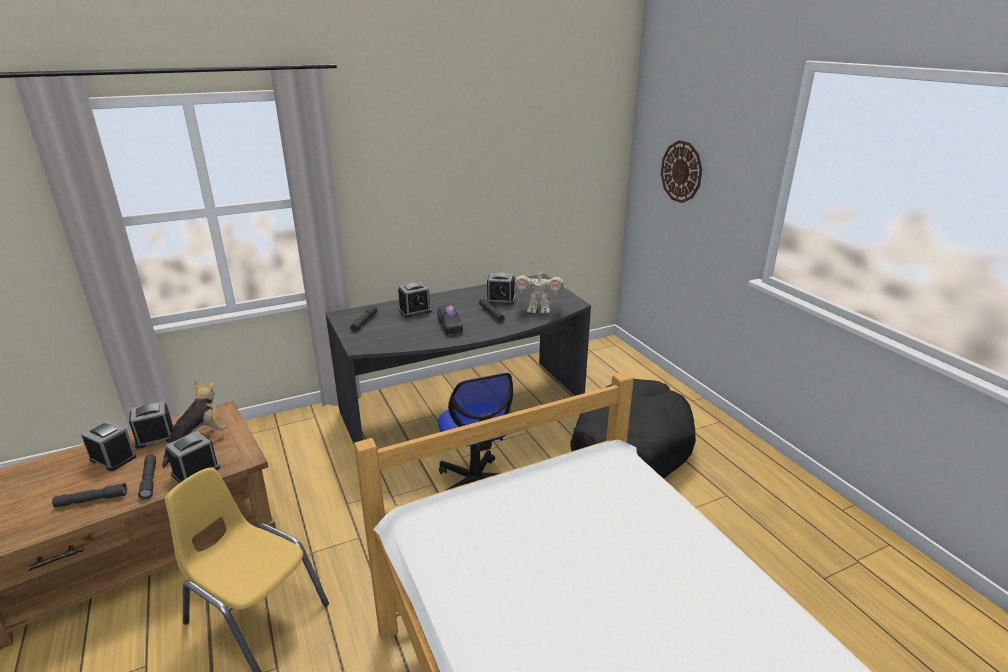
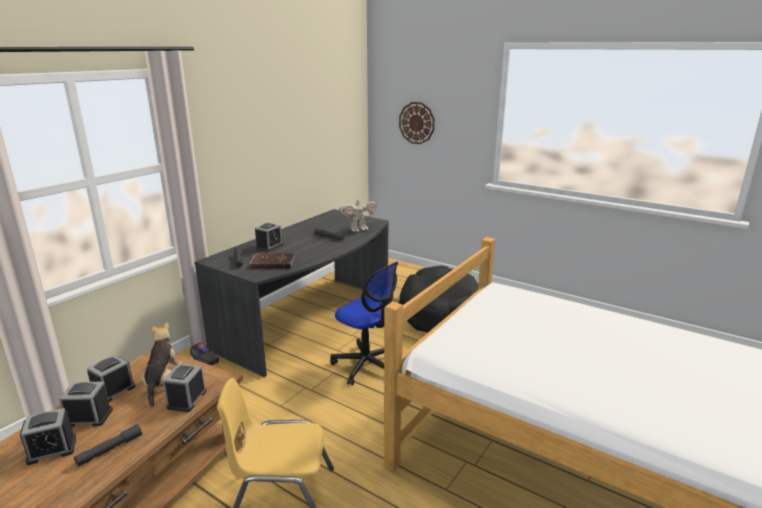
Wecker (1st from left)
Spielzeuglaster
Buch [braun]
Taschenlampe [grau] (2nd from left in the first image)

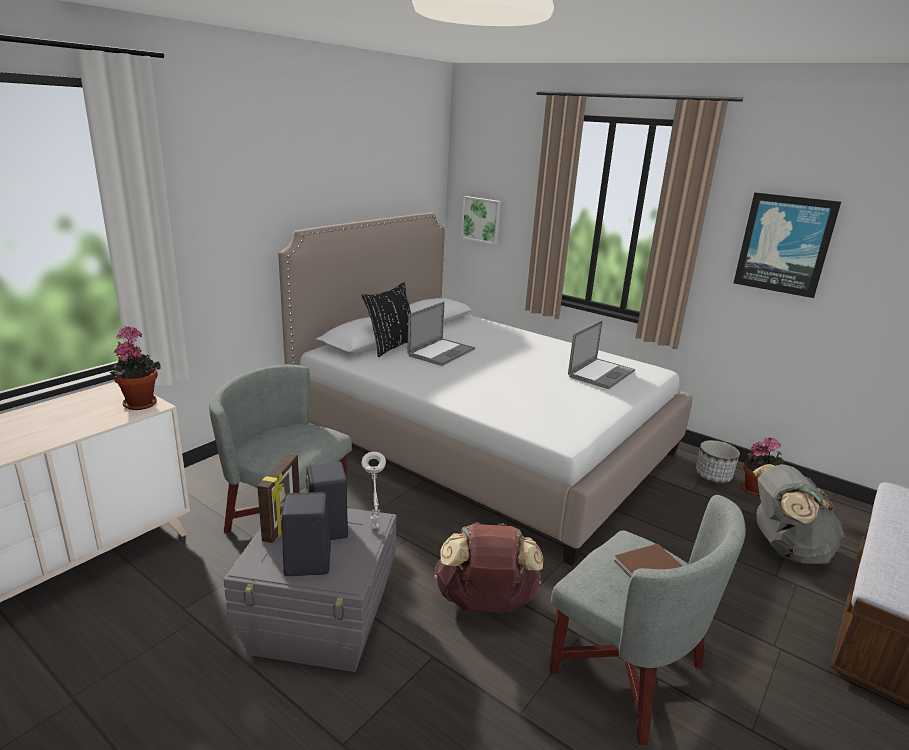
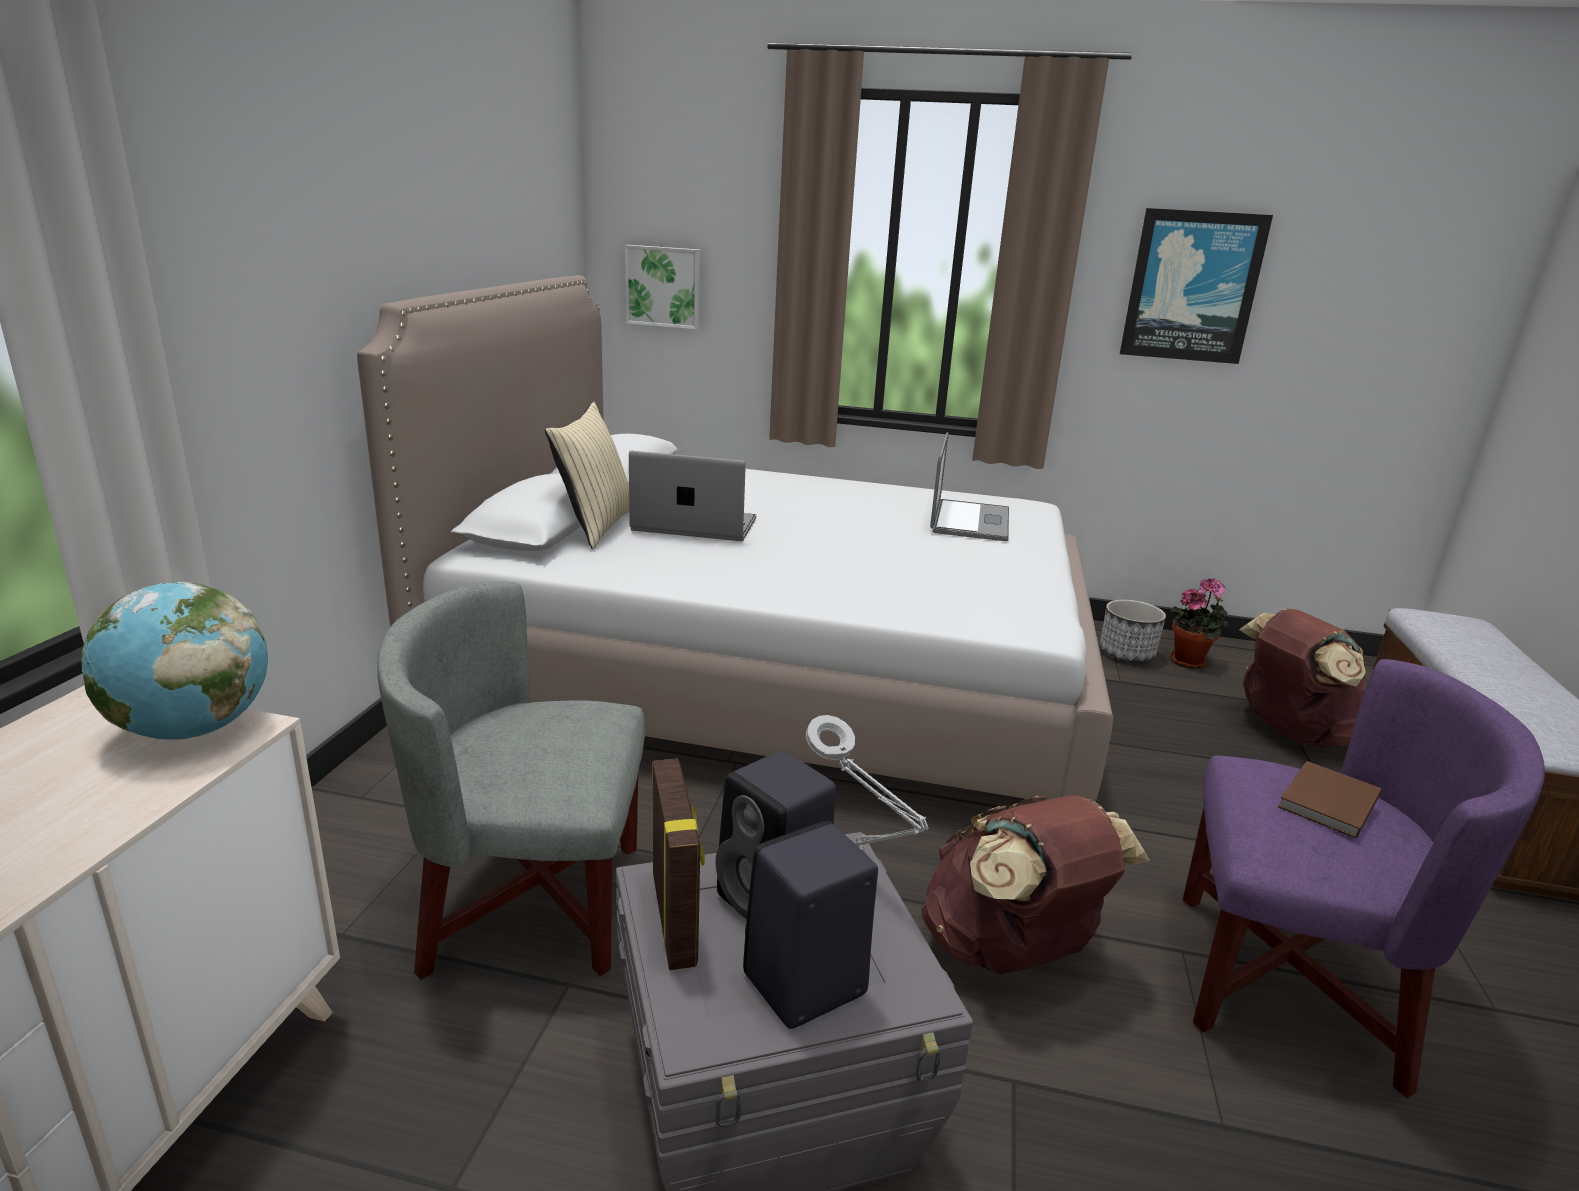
Globus
Kissen [beige]
Laptop (1st from left)
Sessel [lila]
Rucksack [braun] (2nd from left)

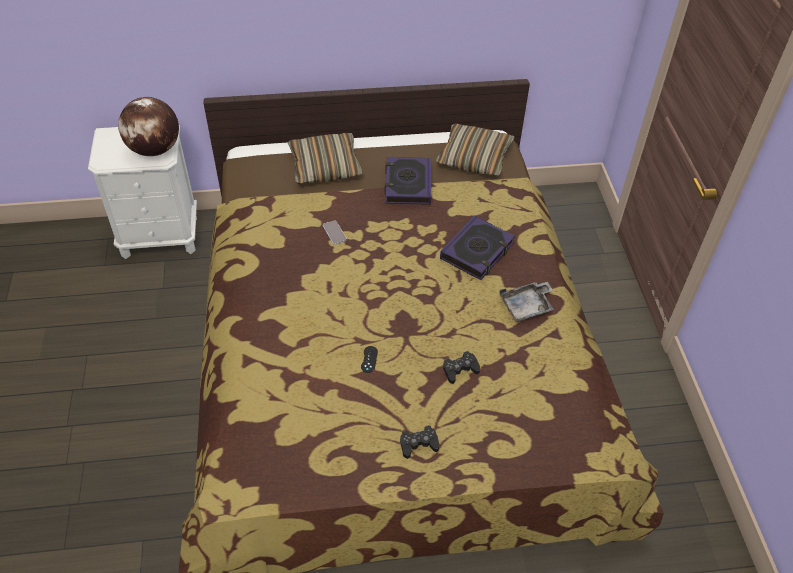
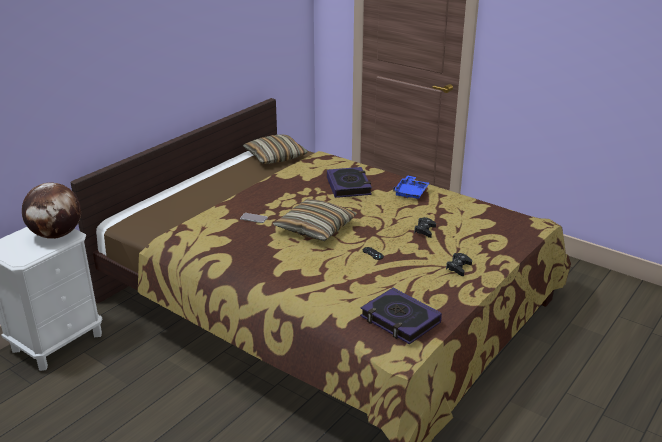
Kissen (2nd from left)
Buch (2nd from left)
Tablett [blau]

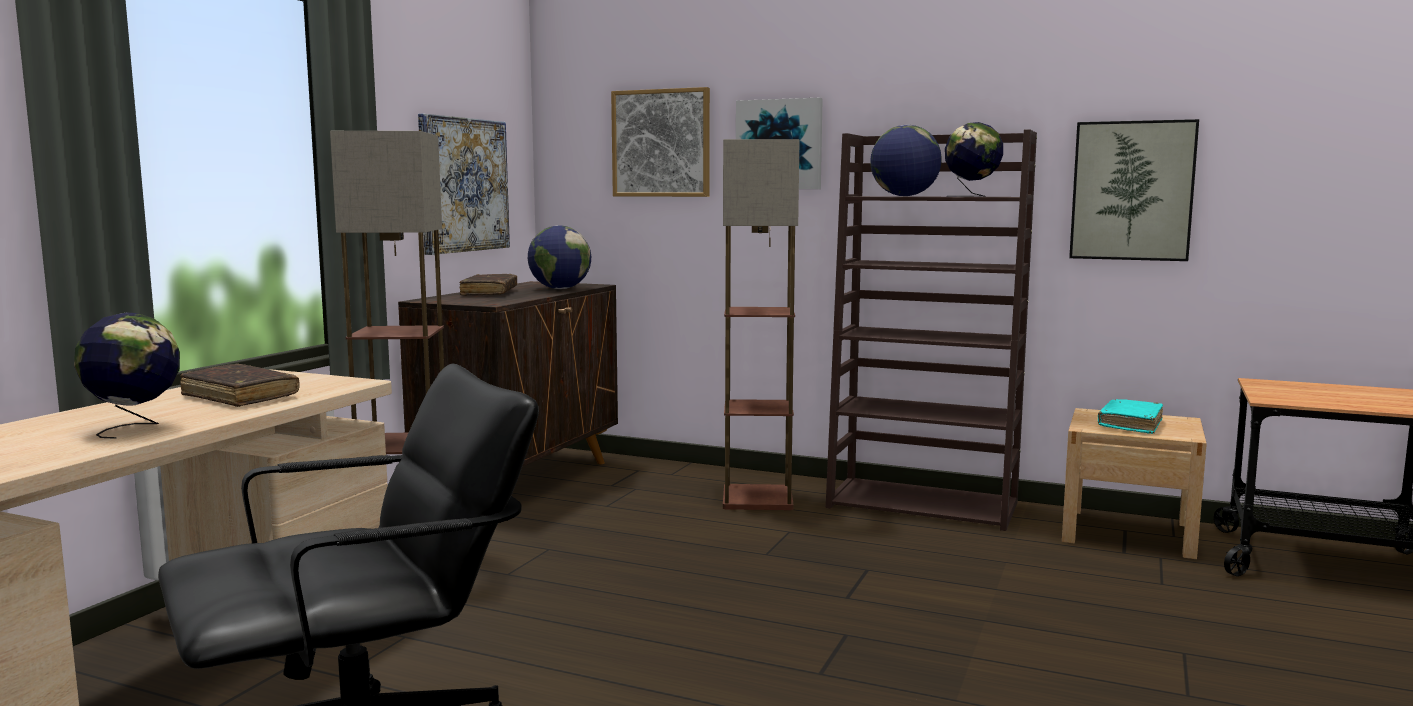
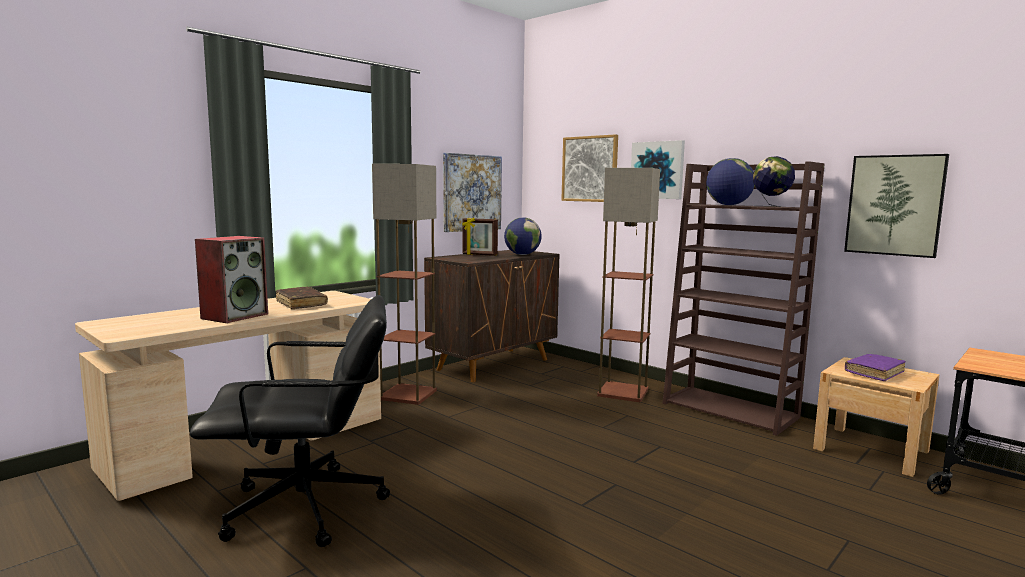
Lautsprecher
Bilderrahmen
Buch [lila]

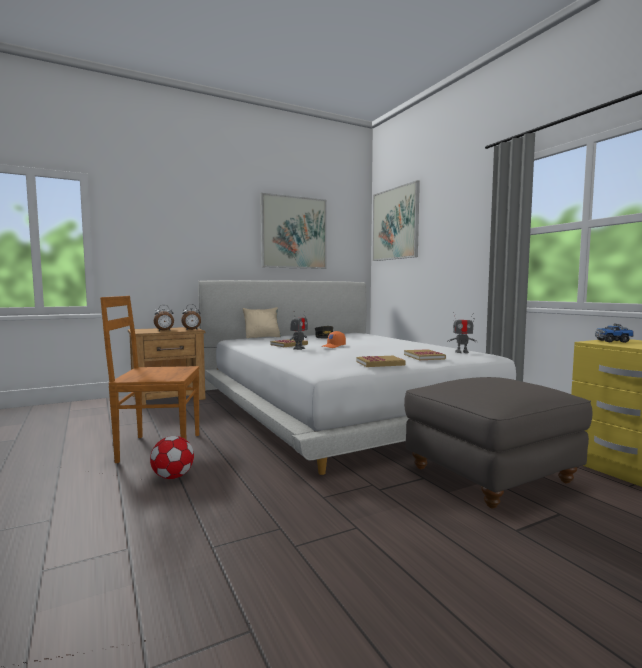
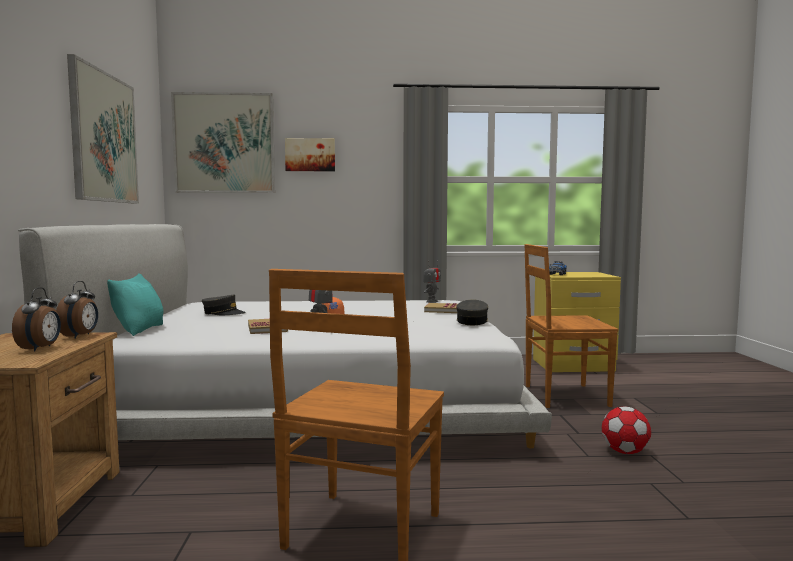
Kissen [türkis]
Bild (3rd from left)
Kappe [grau] (2nd from left)
Stuhl [braun] (2nd from left)
Fußball

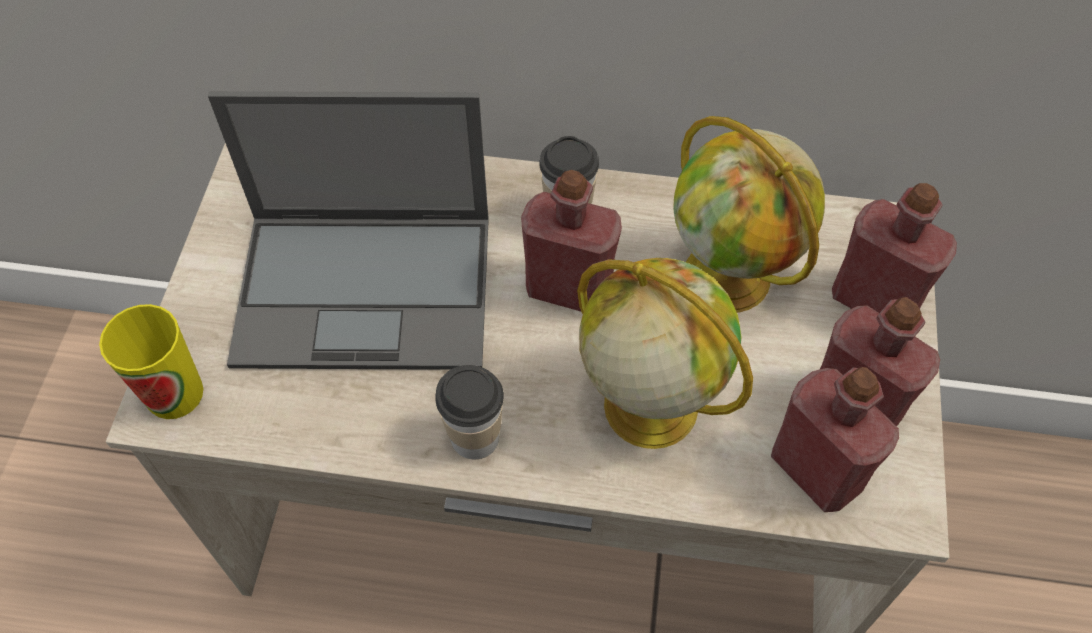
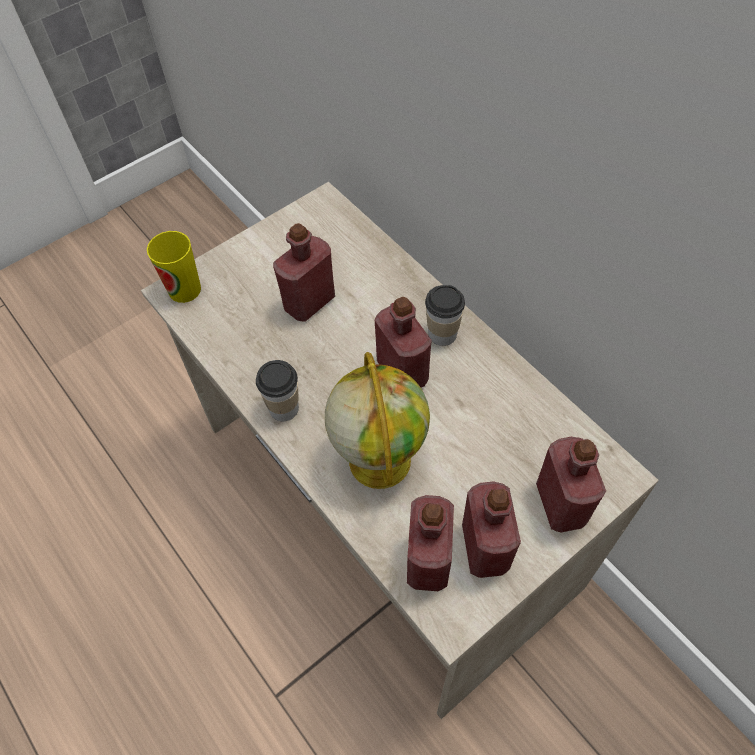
Flasche [rot] (1st from left)
Globus (2nd from left in the first image)

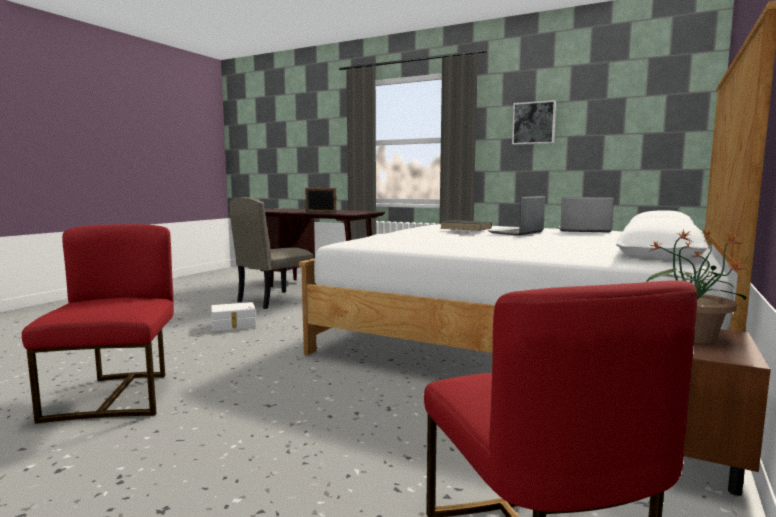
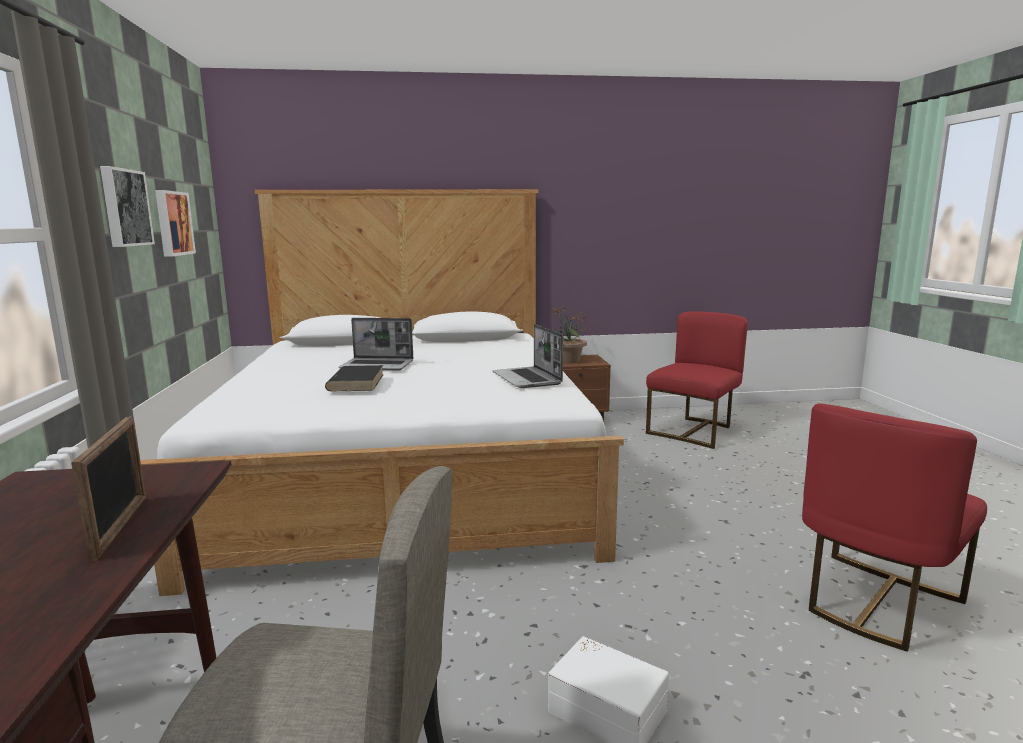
Bild (2nd from left)
Laptop (2nd from left)

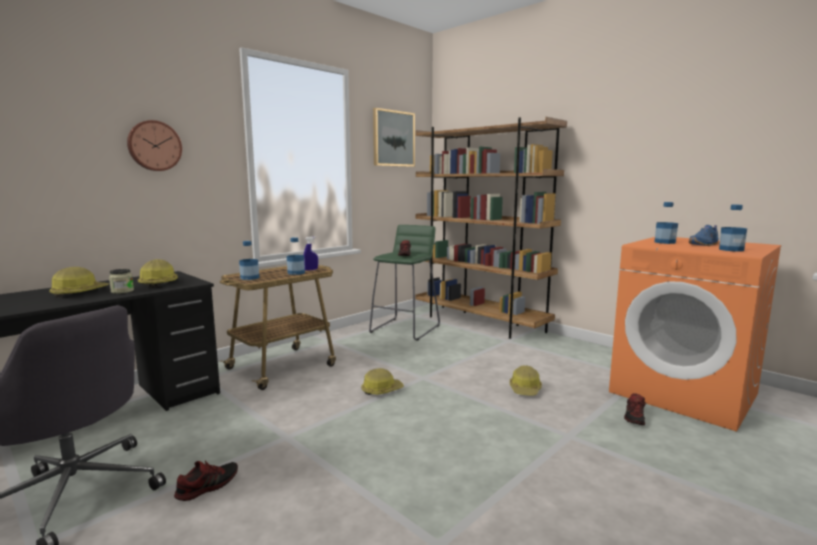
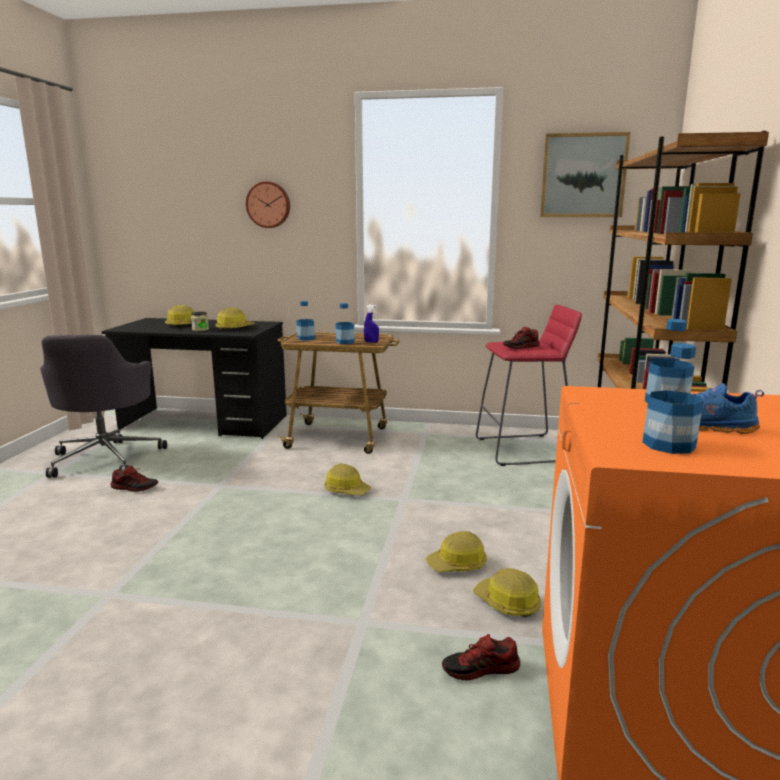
Schutzhelm (5th from left)
Hocker [rot]

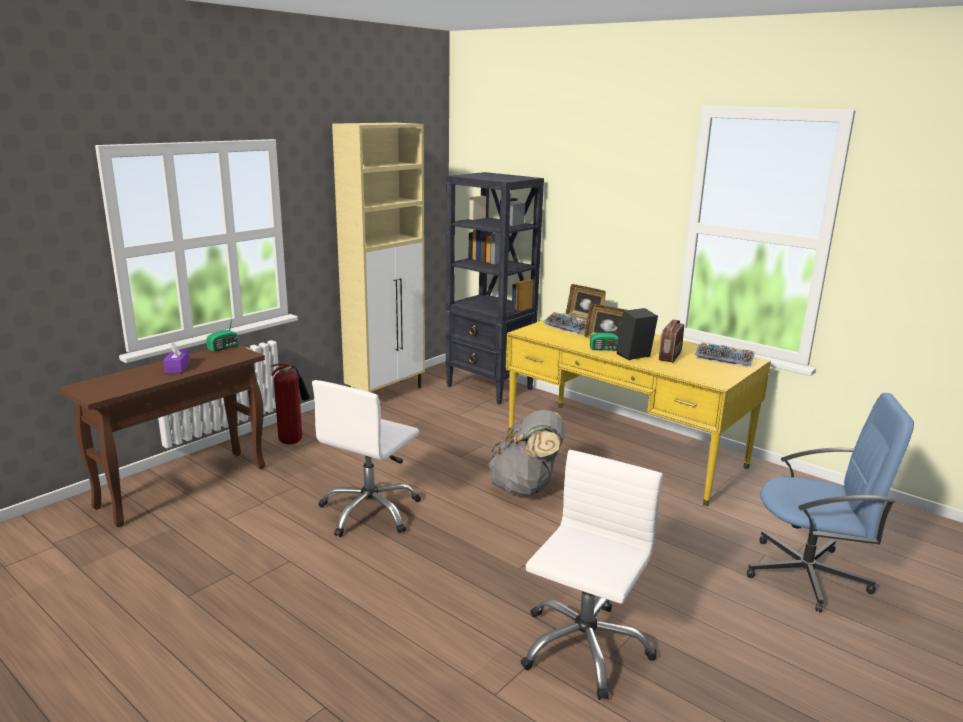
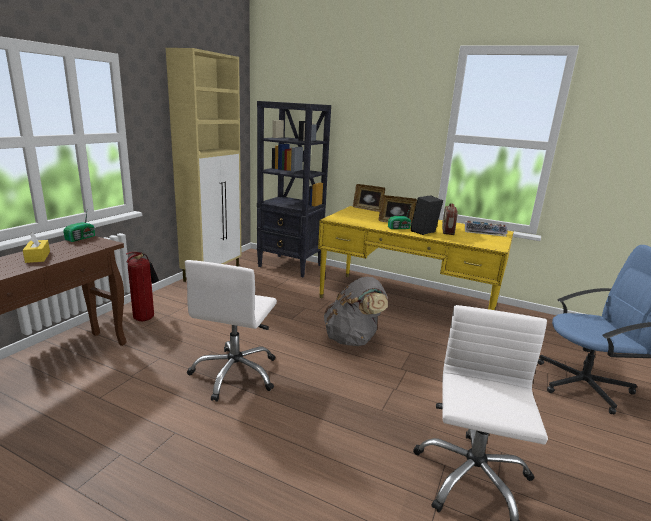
Taschentuchbox [gelb]
Tastatur (1st from left in the first image)

